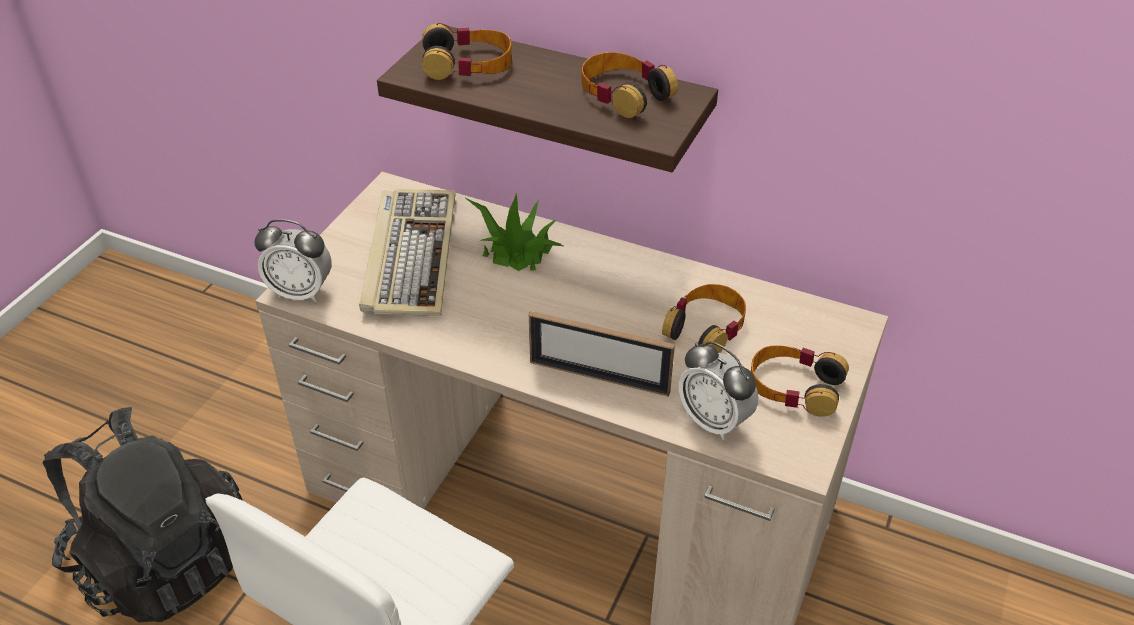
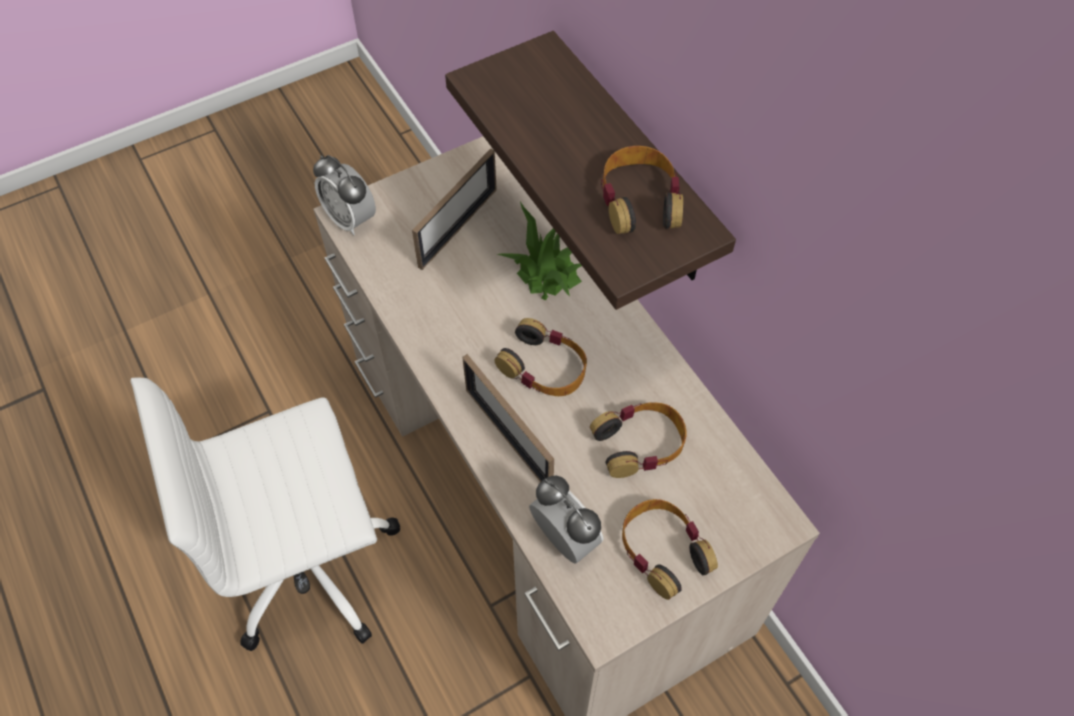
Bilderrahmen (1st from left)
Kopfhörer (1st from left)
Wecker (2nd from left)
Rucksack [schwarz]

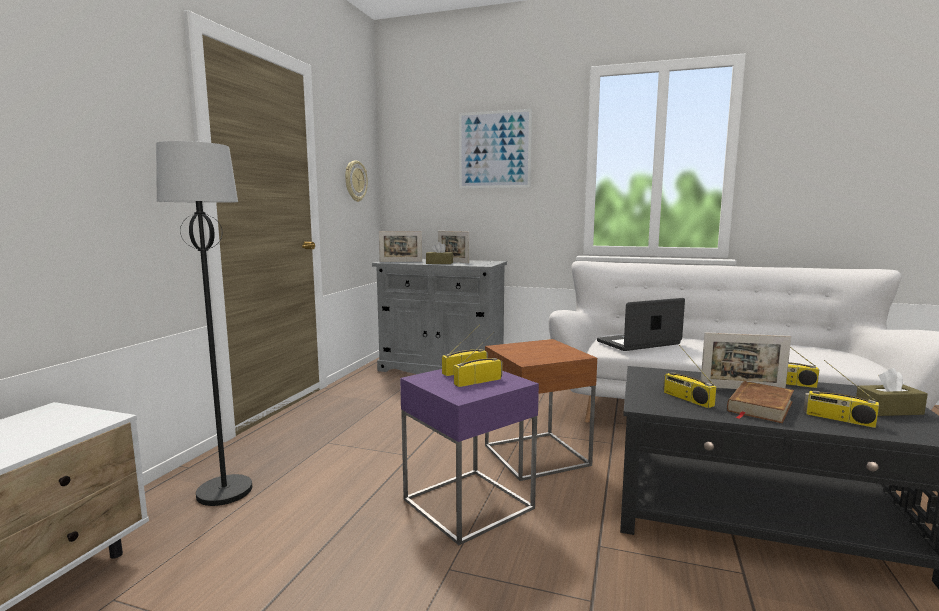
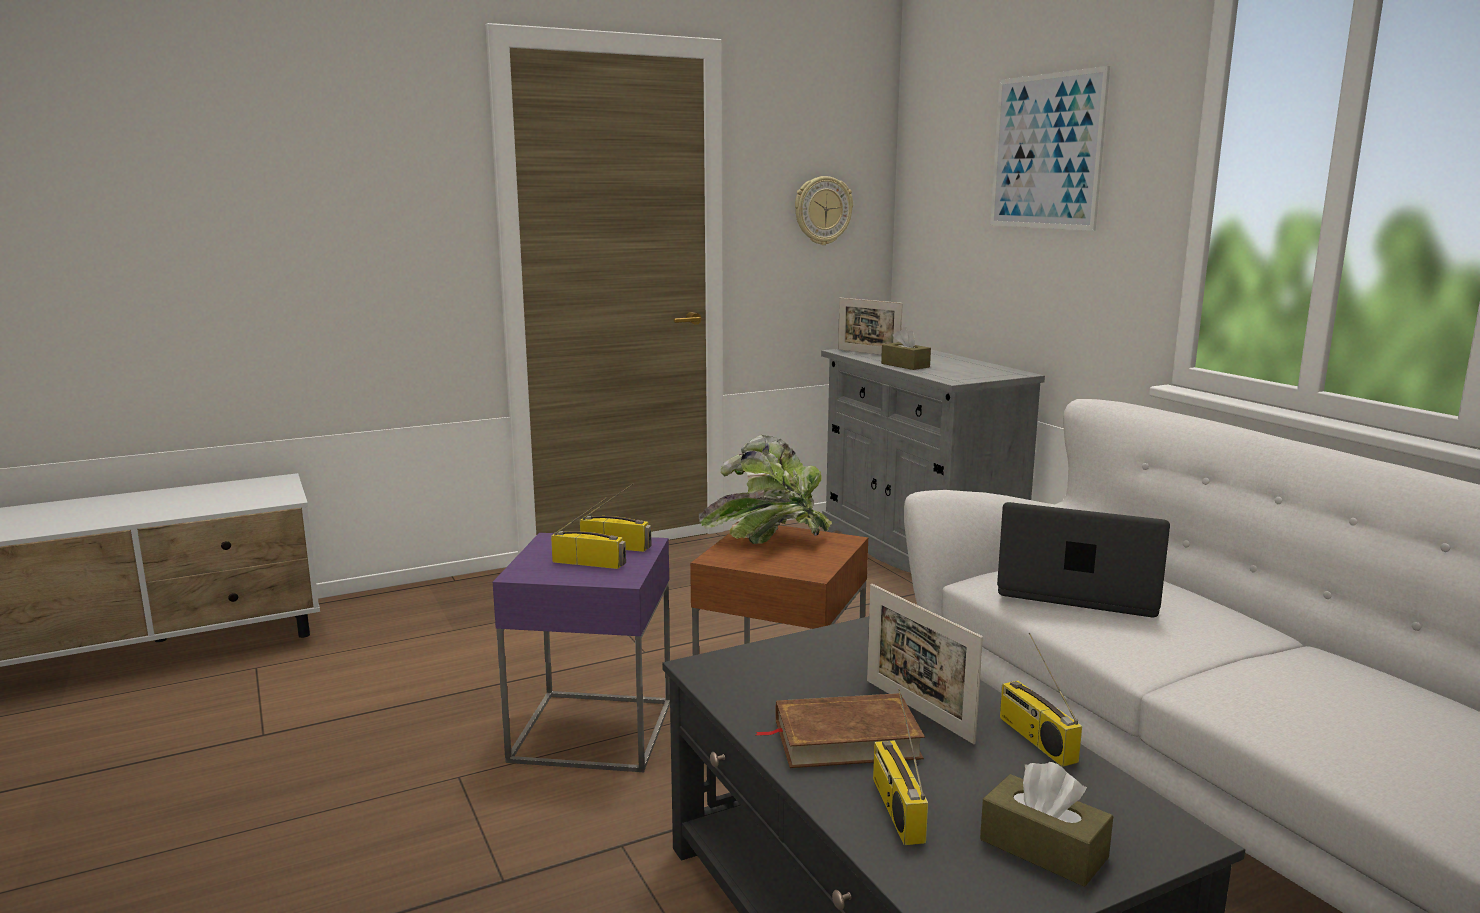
Topfpflanze
Stehlampe [schwarz]
Bilderrahmen (2nd from left in the first image)
Radio (3rd from left in the first image)

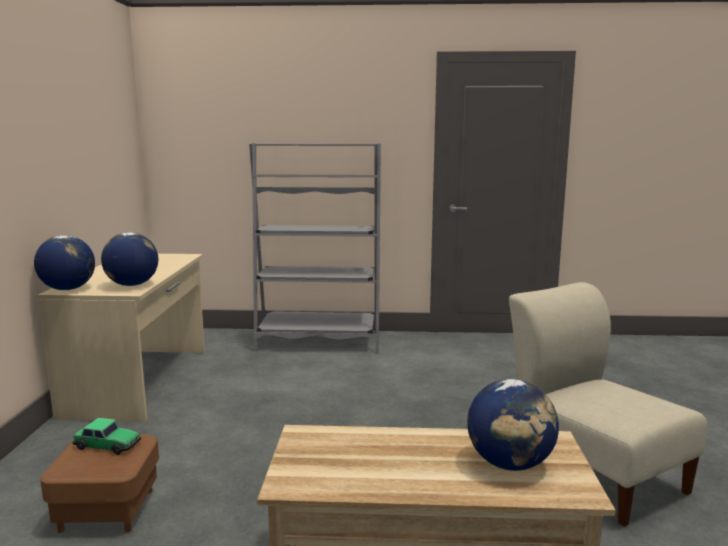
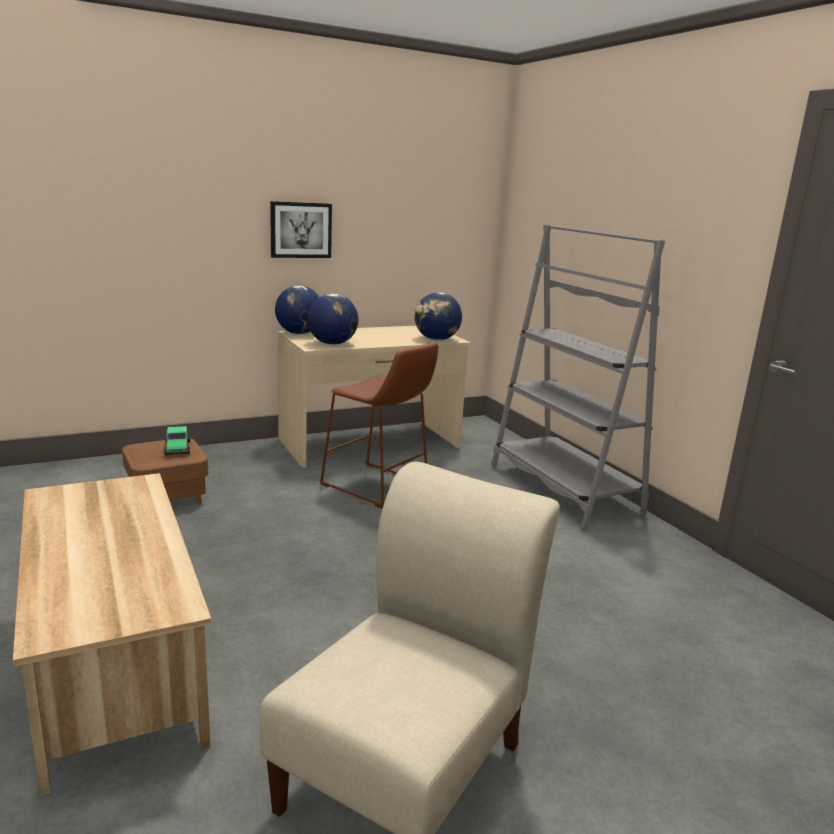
Bild
Hocker [braun]
Globus (3rd from left)

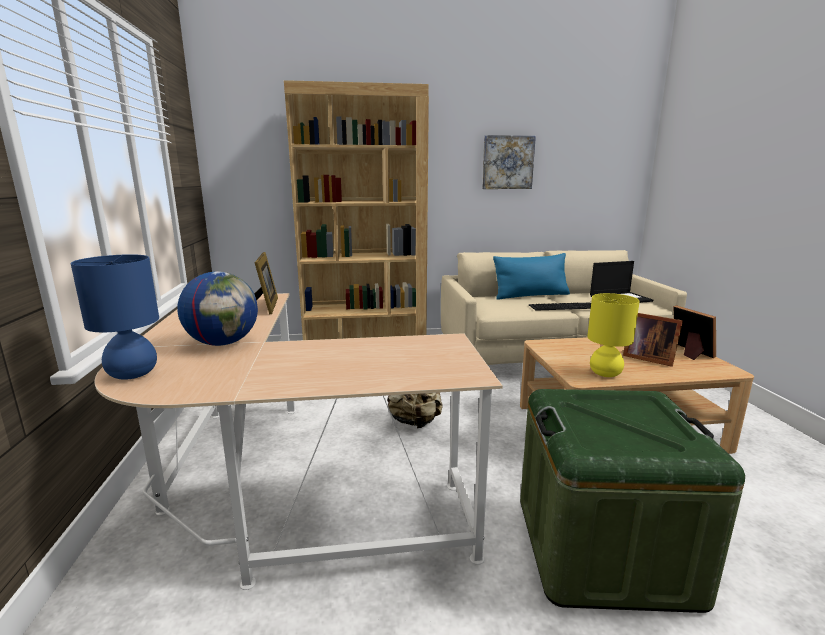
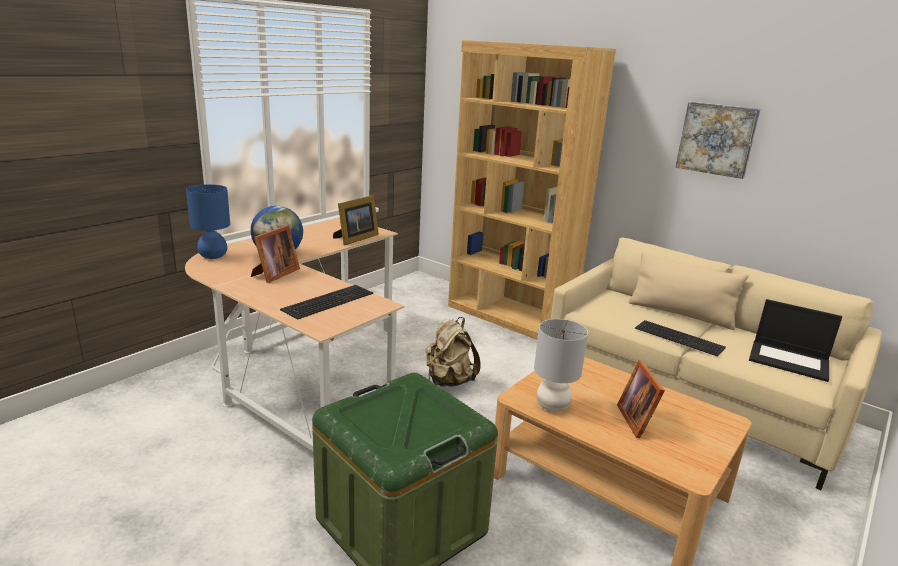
Bilderrahmen (1st from left)
Tastatur (1st from left)
Tischlampe [grau]
Kissen [beige]

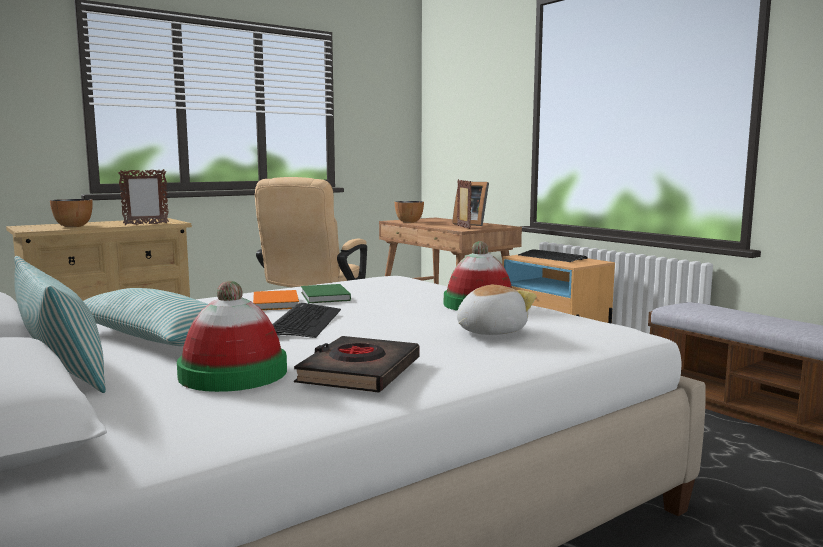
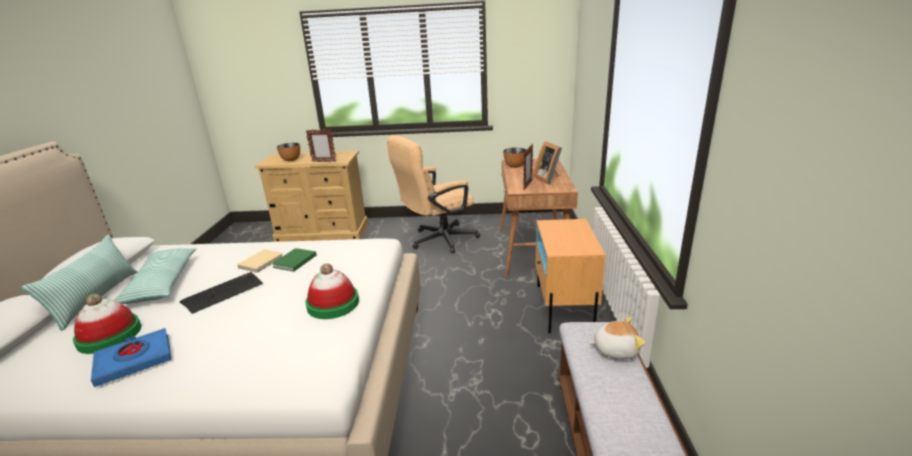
Buch [blau]
Buch [beige]
Plüschtier
Tastatur (2nd from left in the first image)

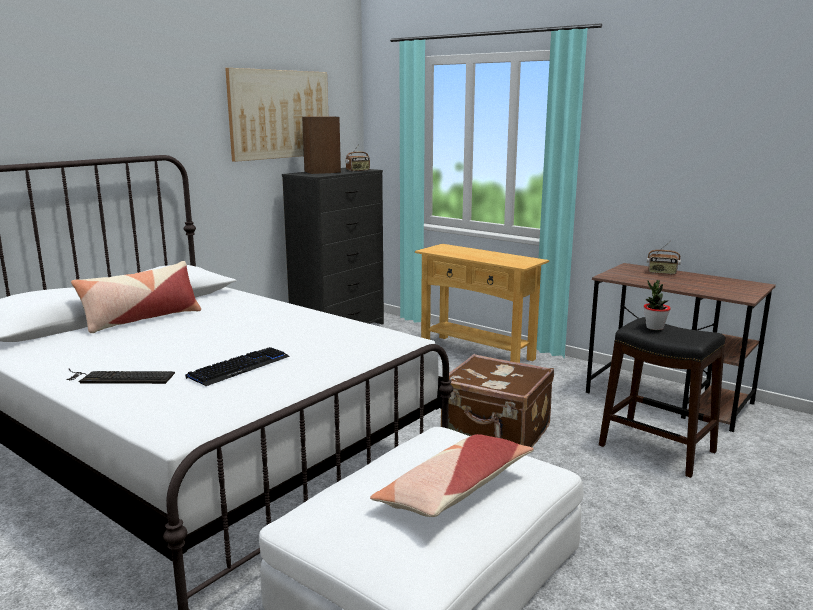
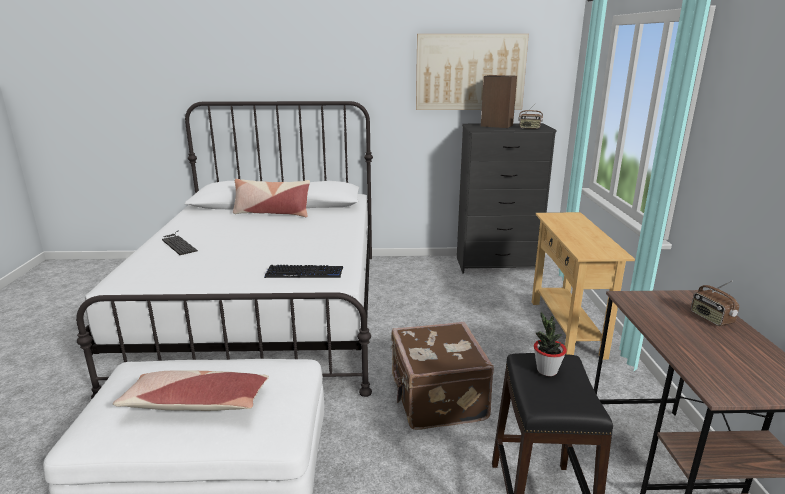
Tastatur (2nd from left)

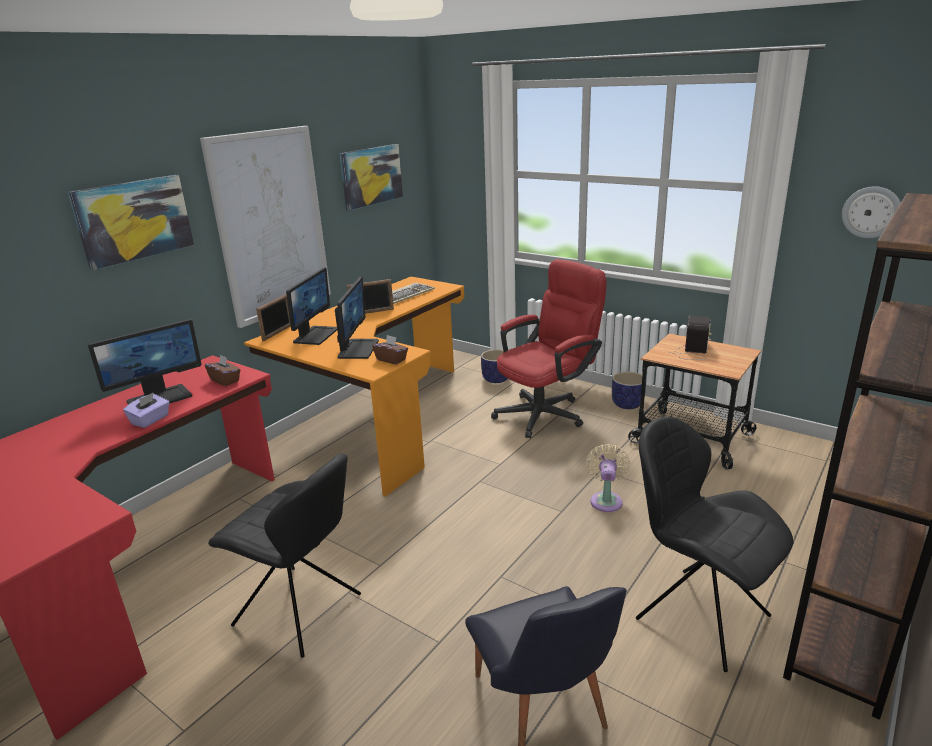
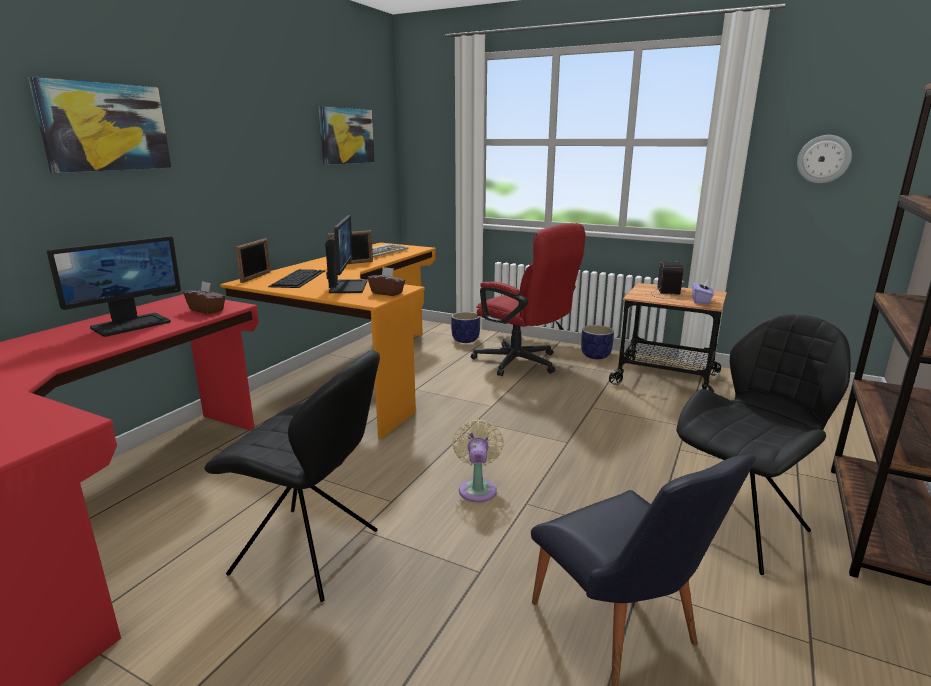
Tastatur (1st from left)
Ventilator [beige]
Bürostuhl [rot]
Stuhl [schwarz] (3rd from left)
Taschentuchbox [lila]
Bild (2nd from left in the first image)

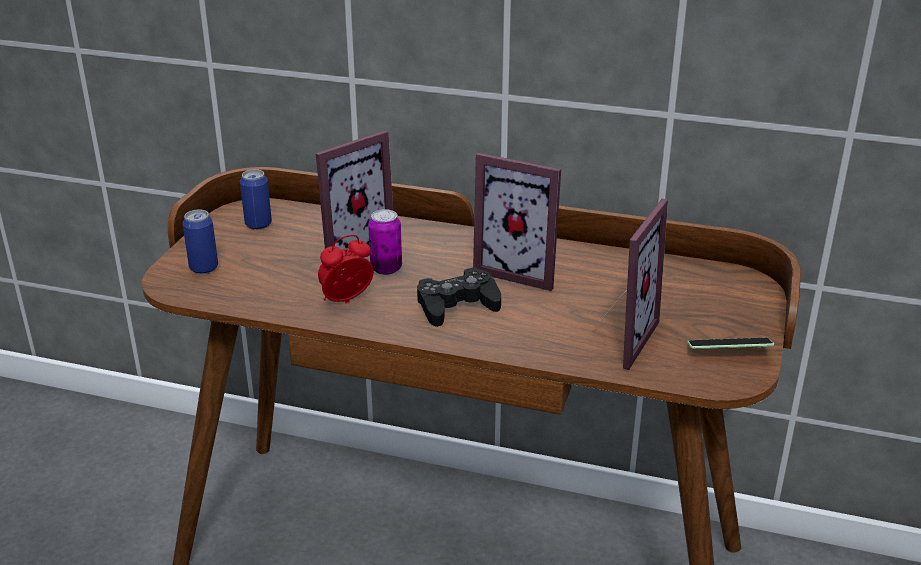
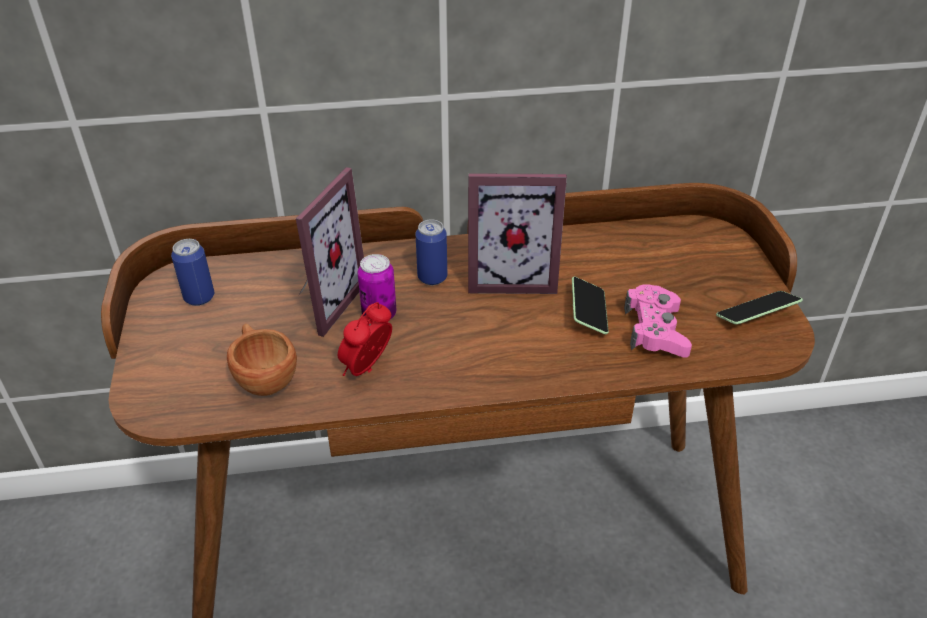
Tasse [braun]
Dose (3rd from left)
Handy (1st from left)
Gamepad [rosa]
Gamepad [schwarz]

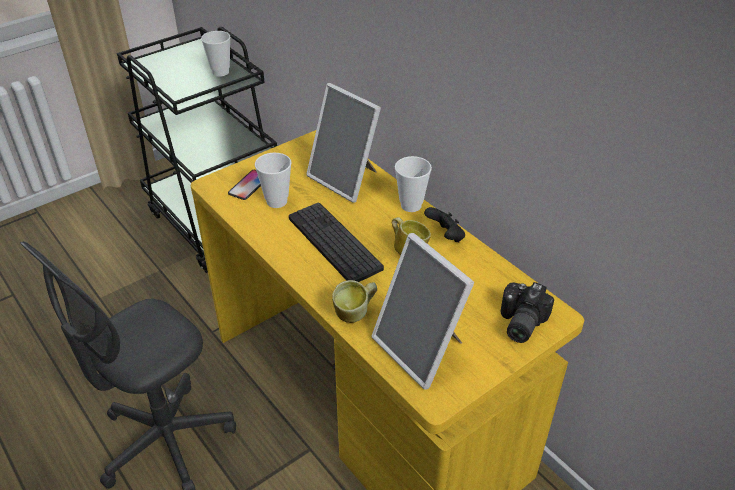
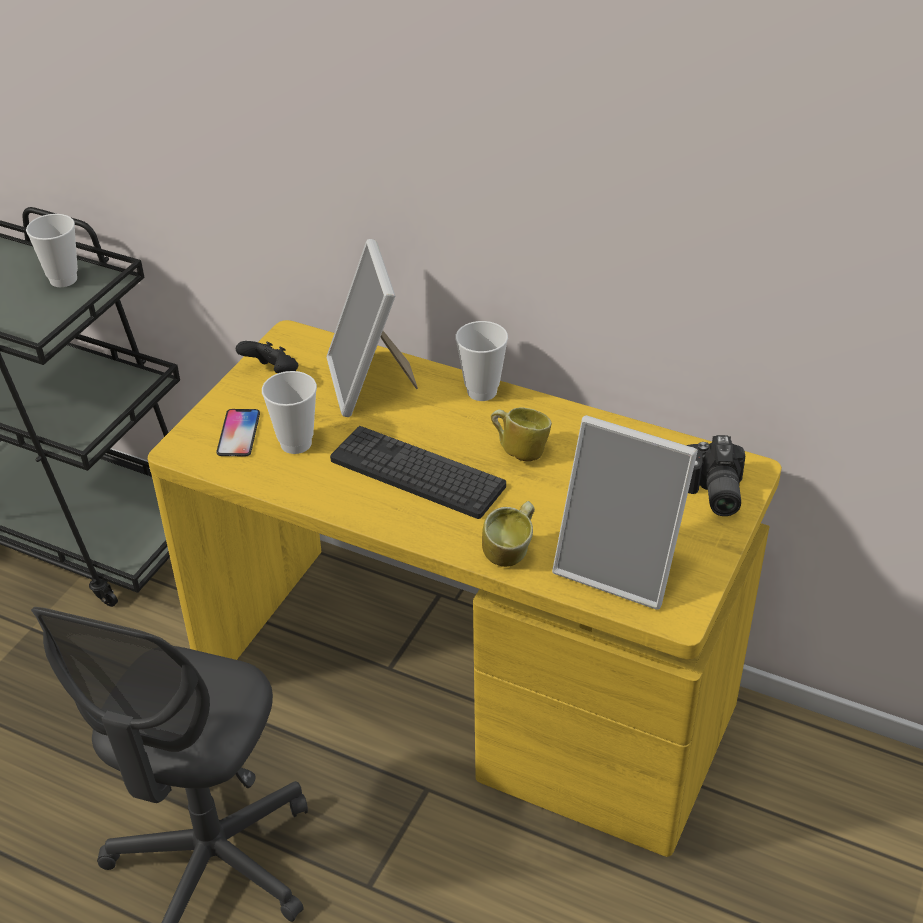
Gamepad [schwarz]
Bilderrahmen (1st from left)

